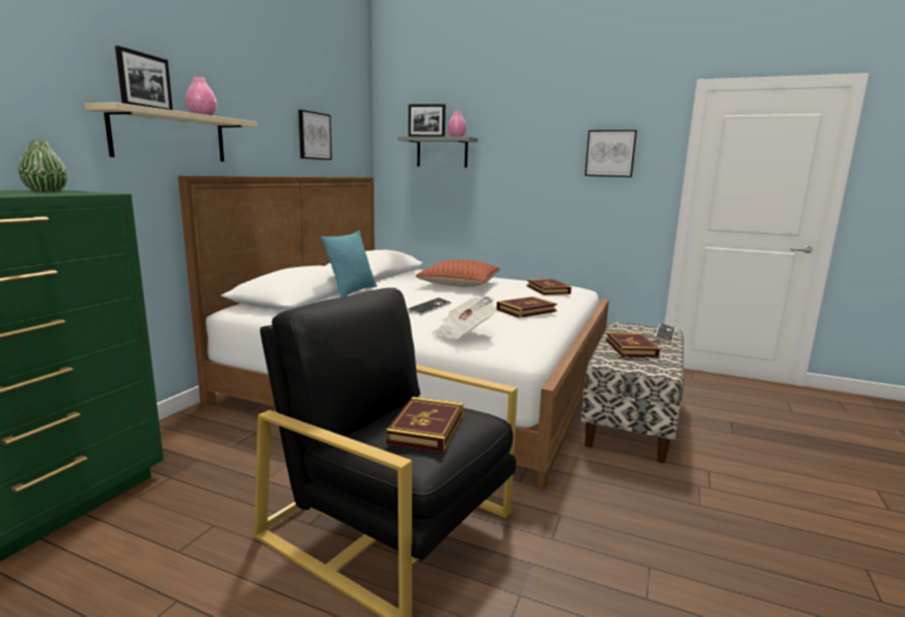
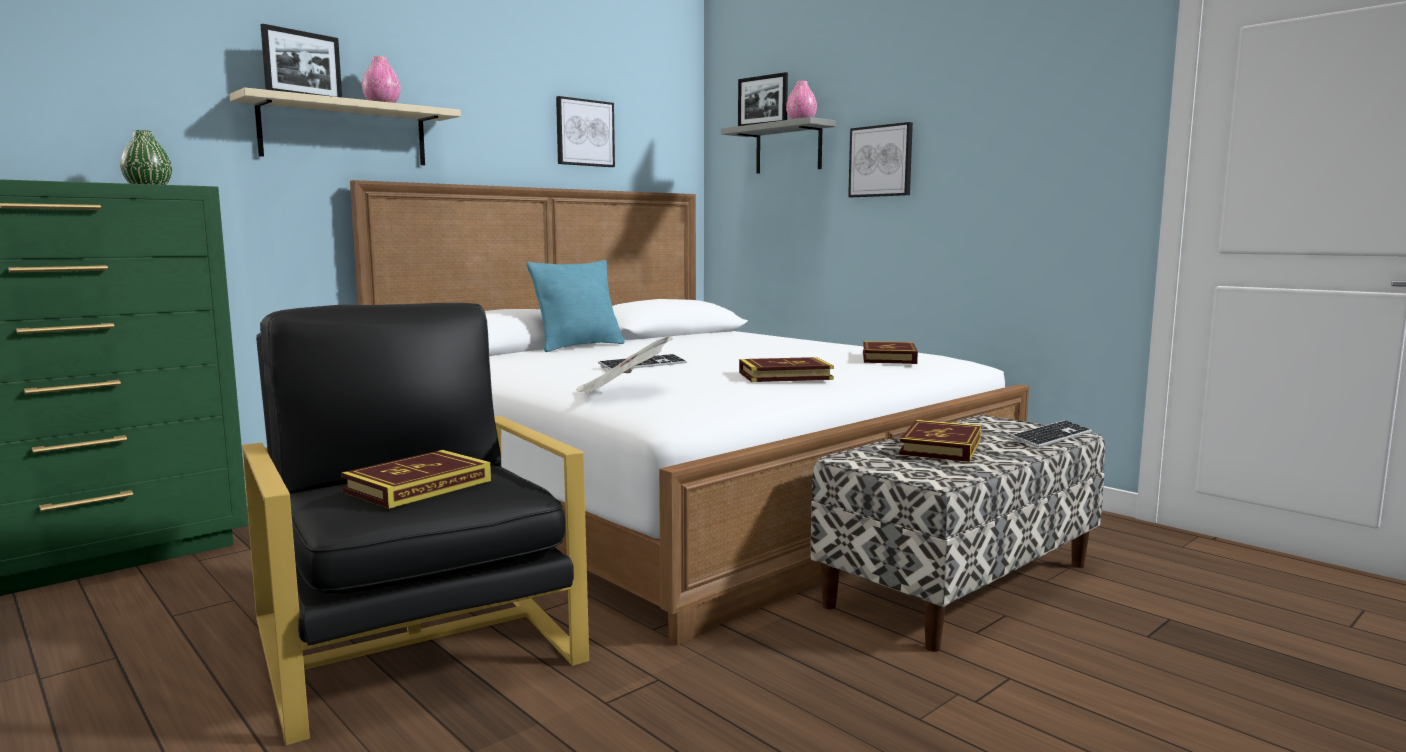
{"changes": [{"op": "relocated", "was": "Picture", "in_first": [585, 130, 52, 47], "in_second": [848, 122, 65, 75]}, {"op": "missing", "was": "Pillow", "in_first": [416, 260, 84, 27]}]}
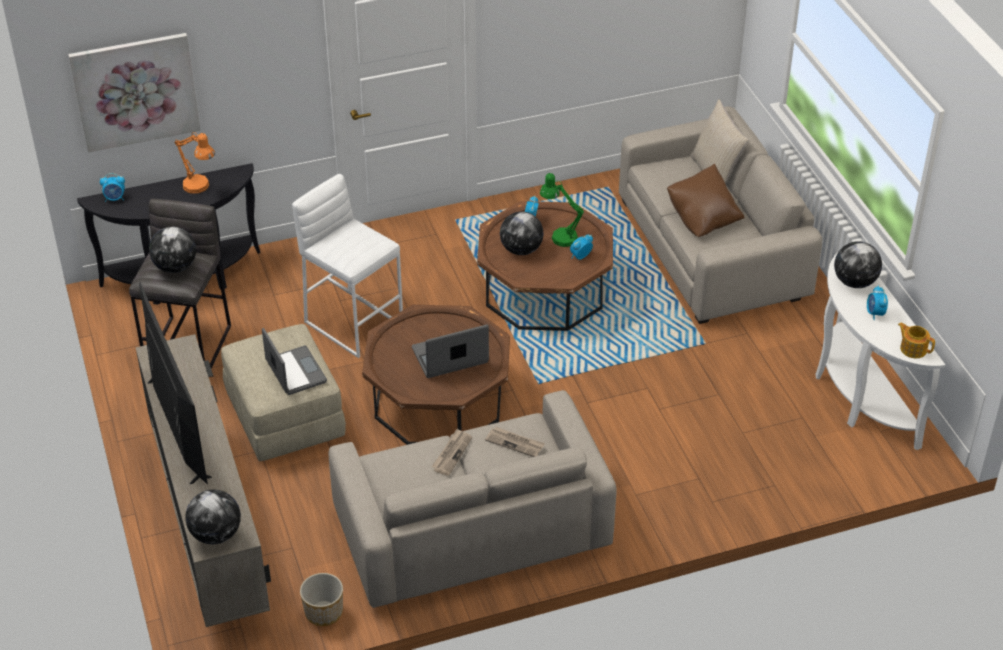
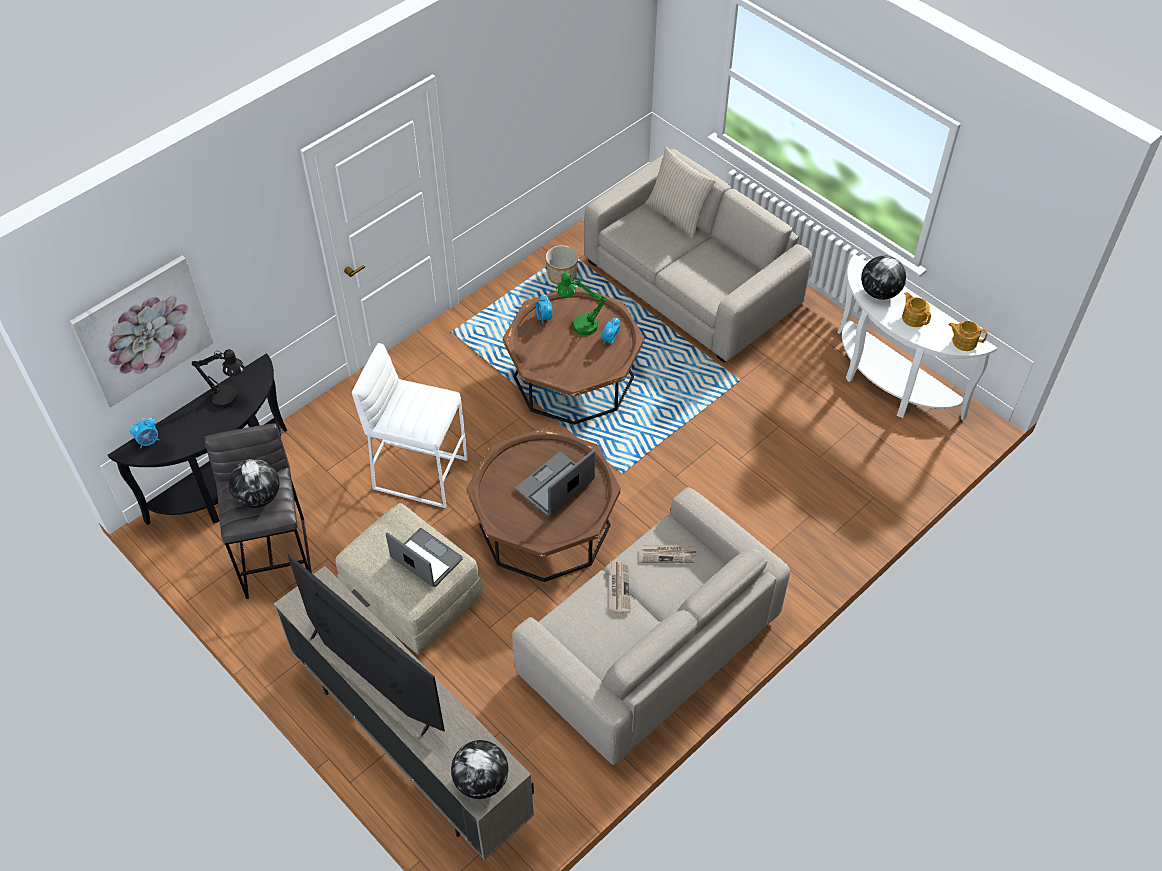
{"changes": [{"op": "colour", "was": "OrangeTableLamp", "now": "BlackTableLamp", "in_first": [174, 132, 41, 62], "in_second": [192, 349, 53, 60]}, {"op": "missing", "was": "BrownPillow", "in_first": [667, 164, 78, 73]}, {"op": "missing", "was": "Globe", "in_first": [500, 212, 44, 43]}, {"op": "exchanged", "was": "AlarmClock", "now": "Teapot", "in_first": [867, 285, 21, 35], "in_second": [902, 292, 29, 35]}, {"op": "relocated", "was": "Planter", "in_first": [300, 573, 43, 53], "in_second": [546, 245, 32, 40]}]}
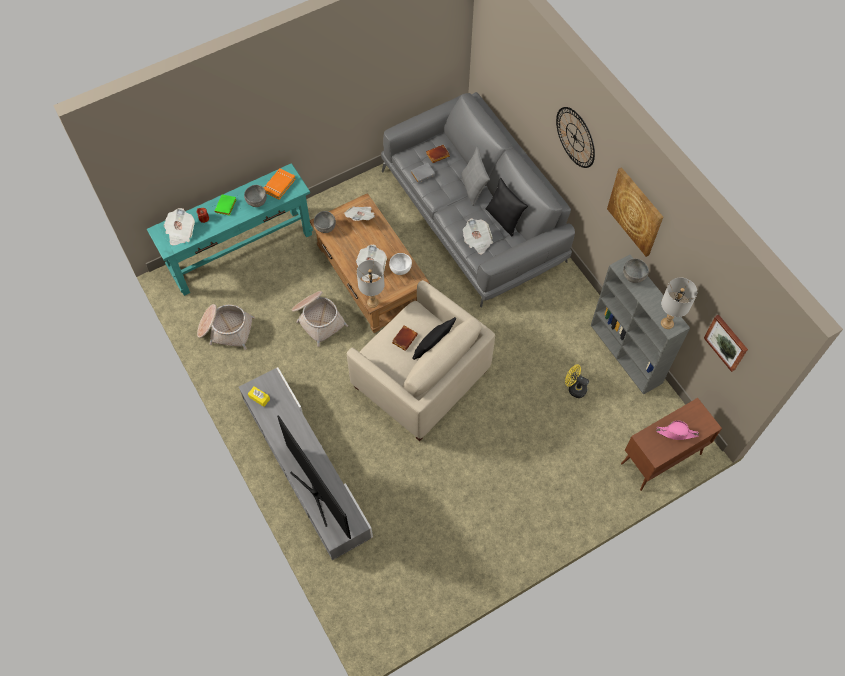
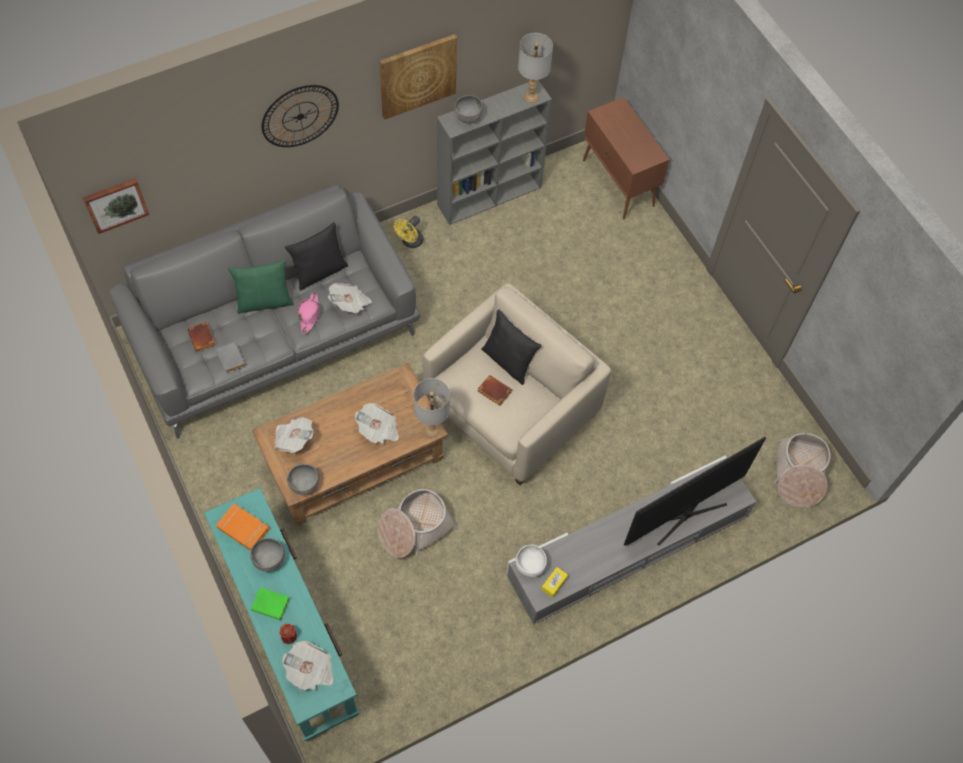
{"changes": [{"op": "colour", "was": "GreyPillow", "now": "GreenPillow", "in_first": [461, 146, 29, 60], "in_second": [228, 259, 66, 55]}, {"op": "relocated", "was": "WhiteBowl", "in_first": [389, 253, 23, 22], "in_second": [516, 544, 31, 33]}, {"op": "relocated", "was": "Basket", "in_first": [197, 304, 58, 46], "in_second": [773, 433, 58, 74]}, {"op": "relocated", "was": "Picture", "in_first": [704, 314, 44, 58], "in_second": [83, 178, 66, 56]}, {"op": "relocated", "was": "YellowFan", "in_first": [565, 364, 24, 34], "in_second": [394, 216, 30, 32]}, {"op": "relocated", "was": "PinkHat", "in_first": [656, 420, 43, 20], "in_second": [298, 293, 21, 41]}]}
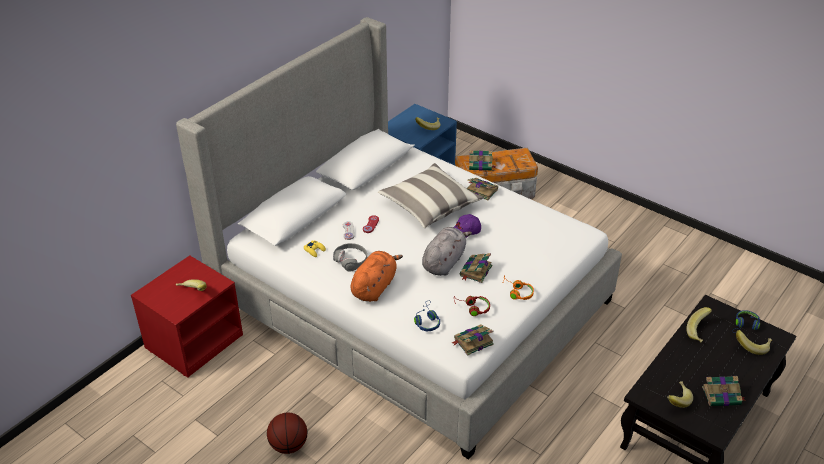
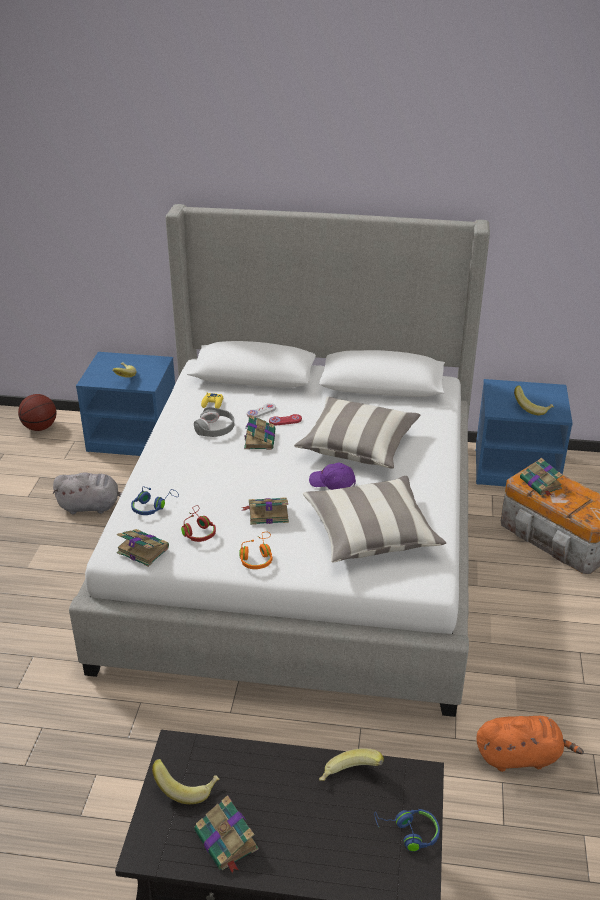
{"changes": [{"op": "relocated", "was": "Book", "in_first": [467, 178, 31, 22], "in_second": [244, 414, 31, 36]}, {"op": "relocated", "was": "GreyPlushToy", "in_first": [422, 227, 50, 49], "in_second": [53, 472, 69, 42]}, {"op": "relocated", "was": "OrangePlushToy", "in_first": [351, 251, 52, 51], "in_second": [476, 716, 108, 56]}, {"op": "colour", "was": "RedNightstand", "now": "BlueNightstand", "in_first": [131, 255, 112, 123], "in_second": [76, 352, 99, 104]}, {"op": "missing", "was": "Banana", "in_first": [736, 330, 36, 25]}, {"op": "relocated", "was": "Basketball", "in_first": [267, 413, 40, 41], "in_second": [18, 394, 38, 37]}, {"op": "appeared", "now": "Pillow", "in_second": [303, 476, 143, 87]}]}
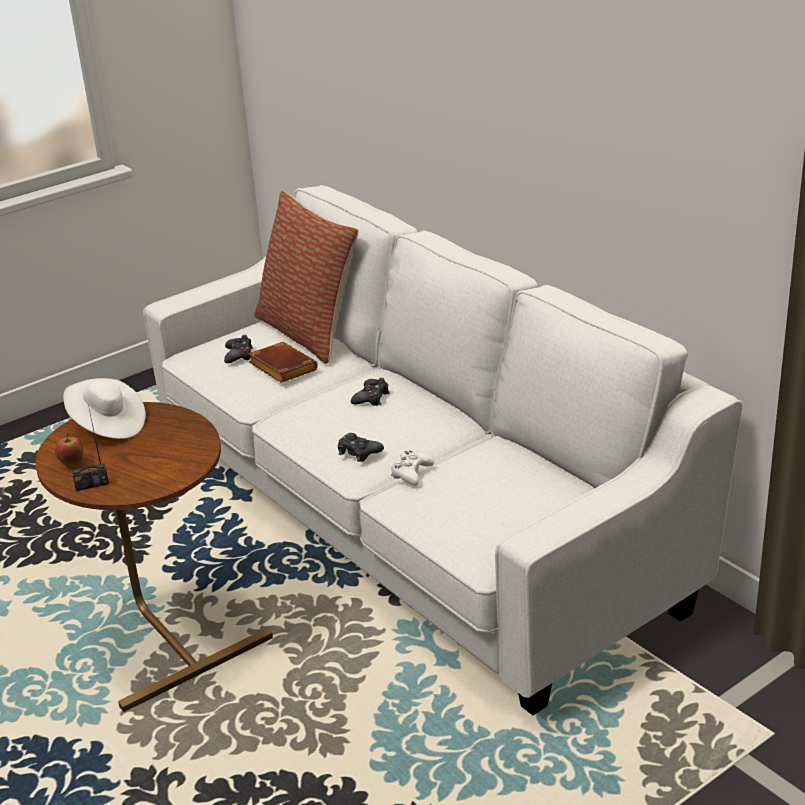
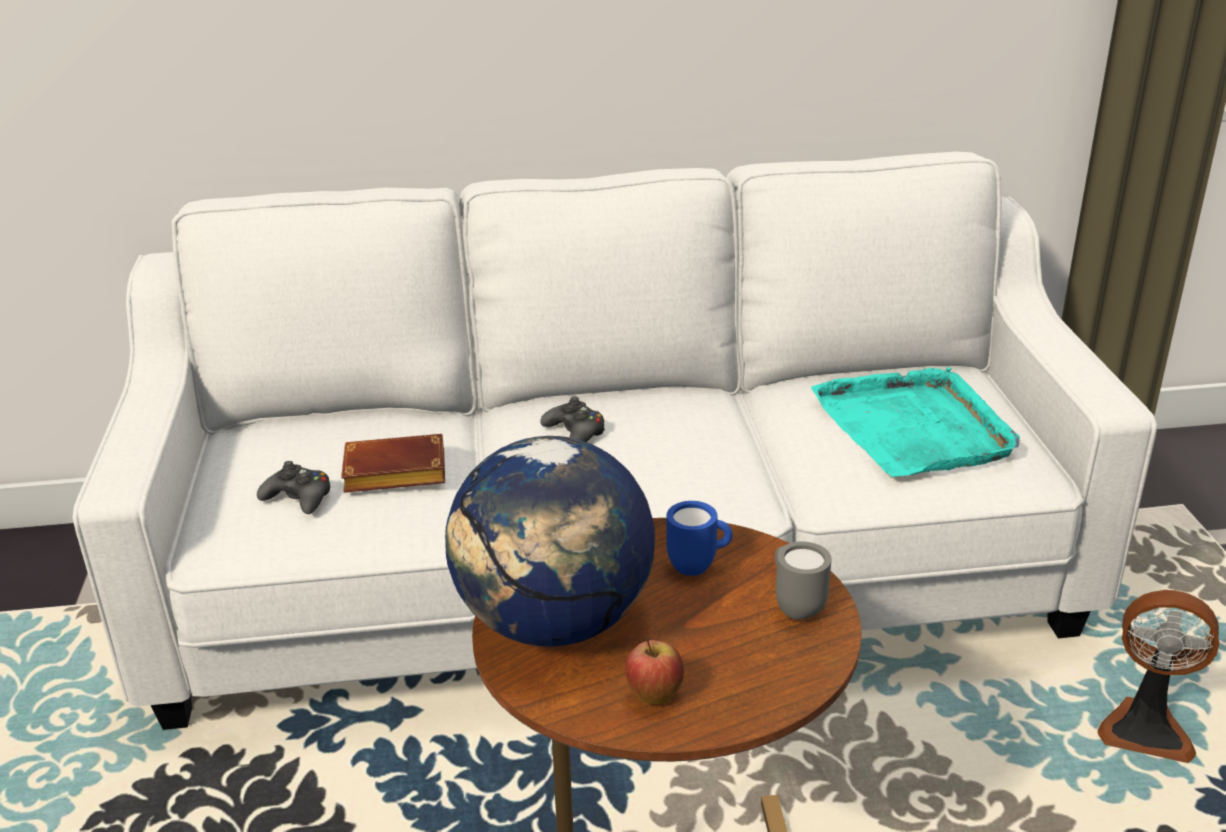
{"changes": [{"op": "missing", "was": "Pillow", "in_first": [254, 191, 105, 173]}, {"op": "exchanged", "was": "WhiteHat", "now": "Globe", "in_first": [63, 378, 83, 61], "in_second": [445, 436, 210, 211]}, {"op": "missing", "was": "Radio", "in_first": [72, 405, 37, 86]}, {"op": "missing", "was": "BlackGameController", "in_first": [338, 433, 46, 29]}, {"op": "missing", "was": "WhiteGameController", "in_first": [391, 451, 43, 34]}, {"op": "appeared", "now": "TurquoiseTray", "in_second": [811, 367, 209, 110]}, {"op": "appeared", "now": "BlueMug", "in_second": [667, 501, 66, 75]}, {"op": "appeared", "now": "GreyMug", "in_second": [775, 541, 56, 79]}, {"op": "appeared", "now": "Fan", "in_second": [1098, 590, 121, 173]}]}
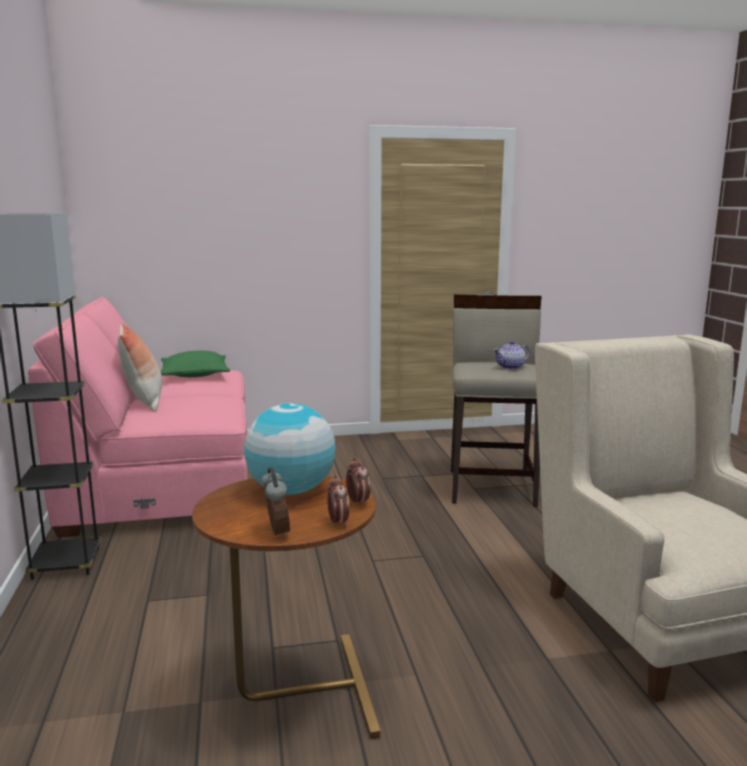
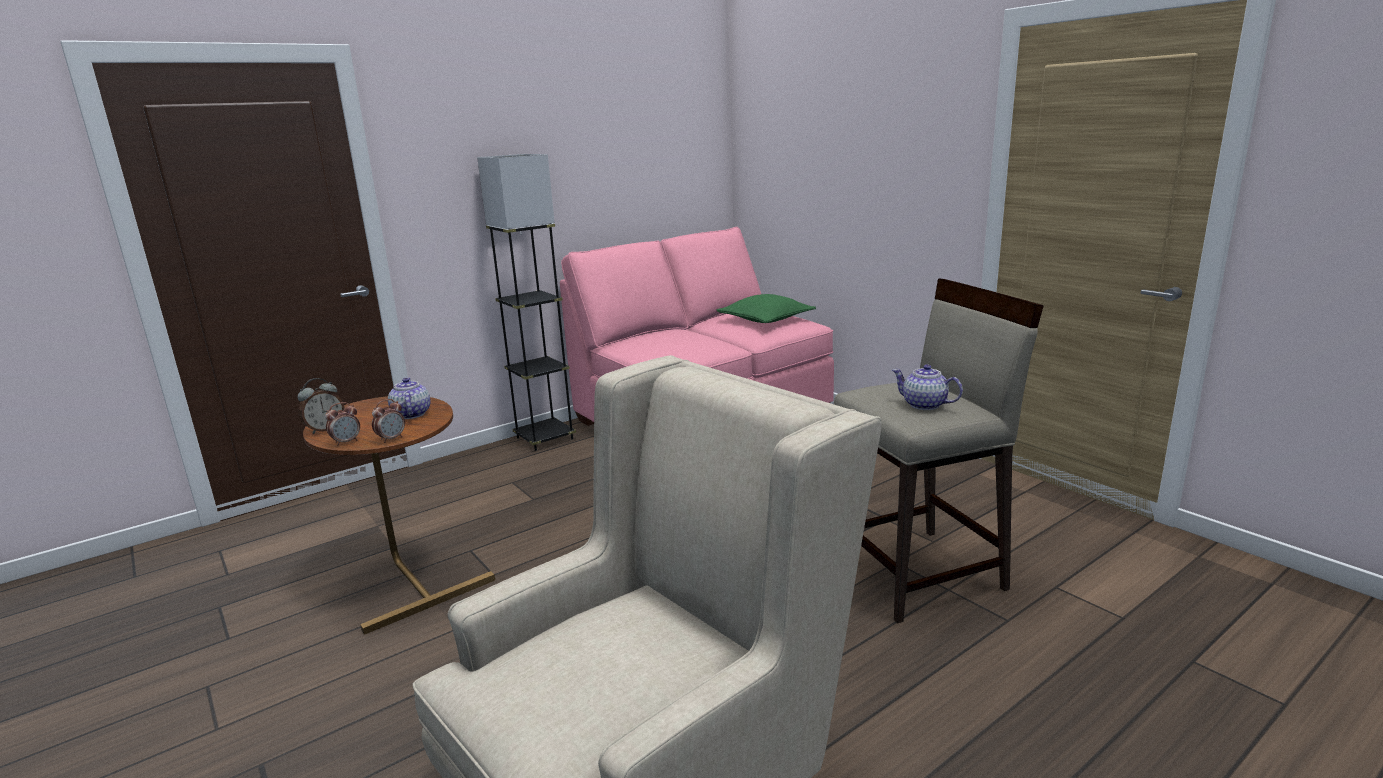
{"changes": [{"op": "missing", "was": "Pillow", "in_first": [118, 323, 44, 89]}, {"op": "exchanged", "was": "Globe", "now": "Teapot", "in_first": [244, 403, 92, 92], "in_second": [388, 378, 42, 41]}]}
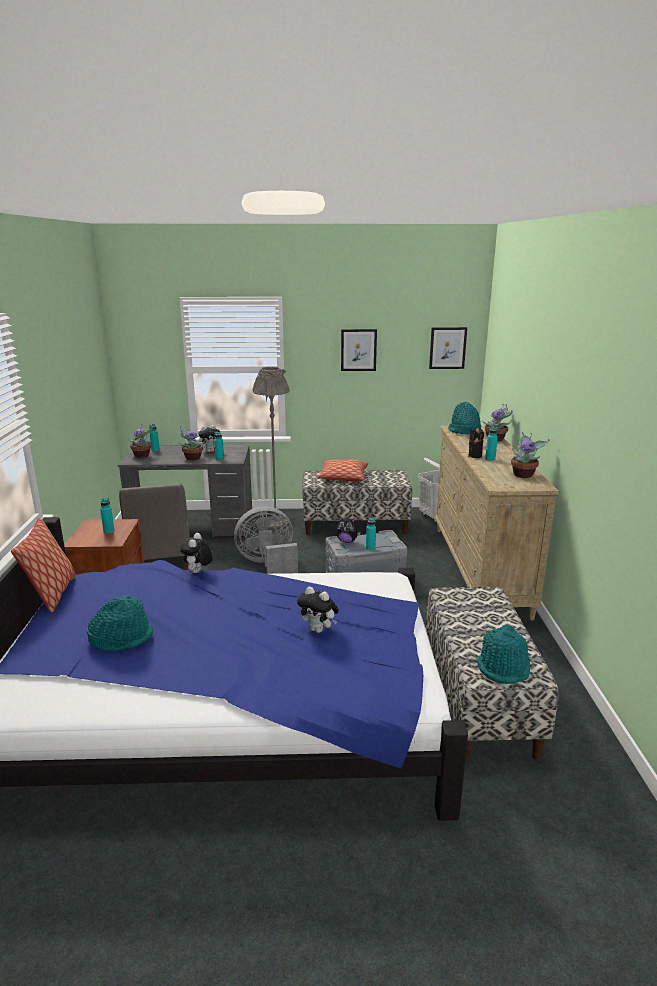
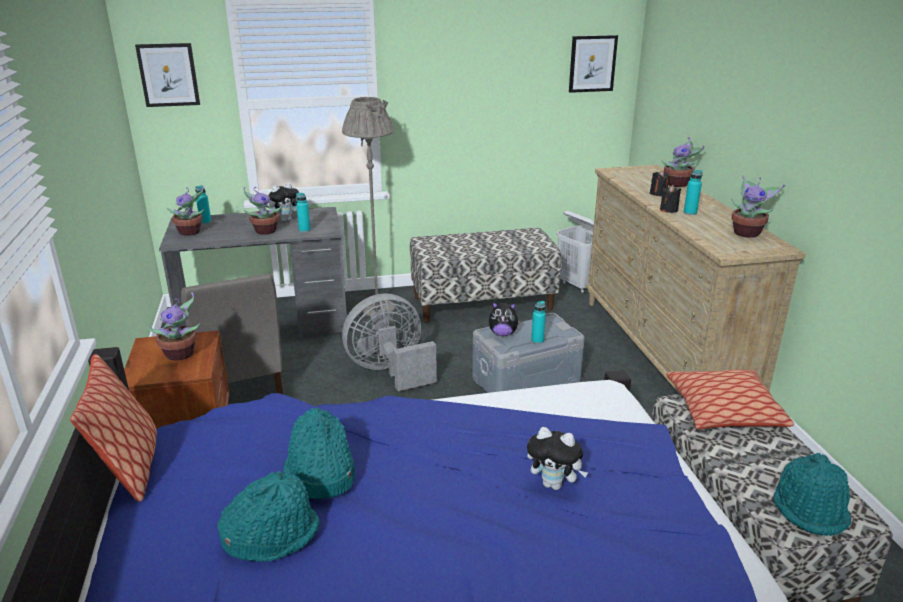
{"changes": [{"op": "relocated", "was": "Picture", "in_first": [341, 329, 36, 42], "in_second": [135, 43, 65, 64]}, {"op": "relocated", "was": "TurquoiseHat", "in_first": [448, 401, 33, 33], "in_second": [283, 408, 72, 91]}, {"op": "relocated", "was": "Pillow", "in_first": [317, 460, 51, 21], "in_second": [667, 370, 127, 59]}, {"op": "exchanged", "was": "TurquoiseBottle", "now": "PottedPlant", "in_first": [100, 498, 15, 36], "in_second": [147, 292, 53, 69]}, {"op": "missing", "was": "PlushToy", "in_first": [180, 533, 33, 40]}]}
